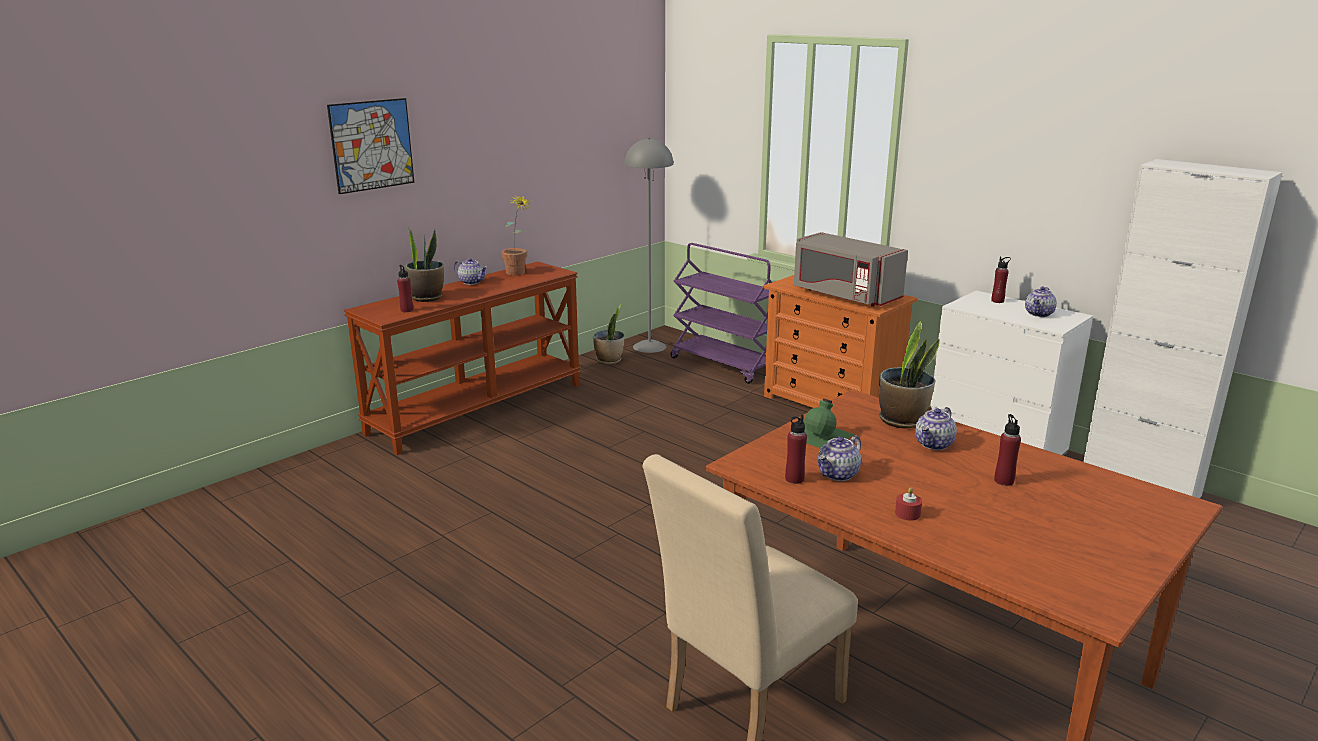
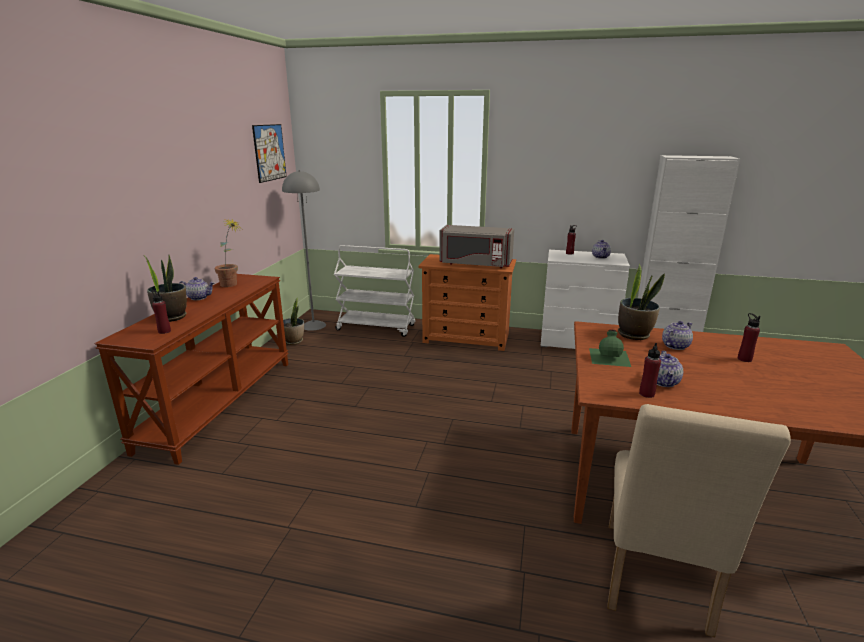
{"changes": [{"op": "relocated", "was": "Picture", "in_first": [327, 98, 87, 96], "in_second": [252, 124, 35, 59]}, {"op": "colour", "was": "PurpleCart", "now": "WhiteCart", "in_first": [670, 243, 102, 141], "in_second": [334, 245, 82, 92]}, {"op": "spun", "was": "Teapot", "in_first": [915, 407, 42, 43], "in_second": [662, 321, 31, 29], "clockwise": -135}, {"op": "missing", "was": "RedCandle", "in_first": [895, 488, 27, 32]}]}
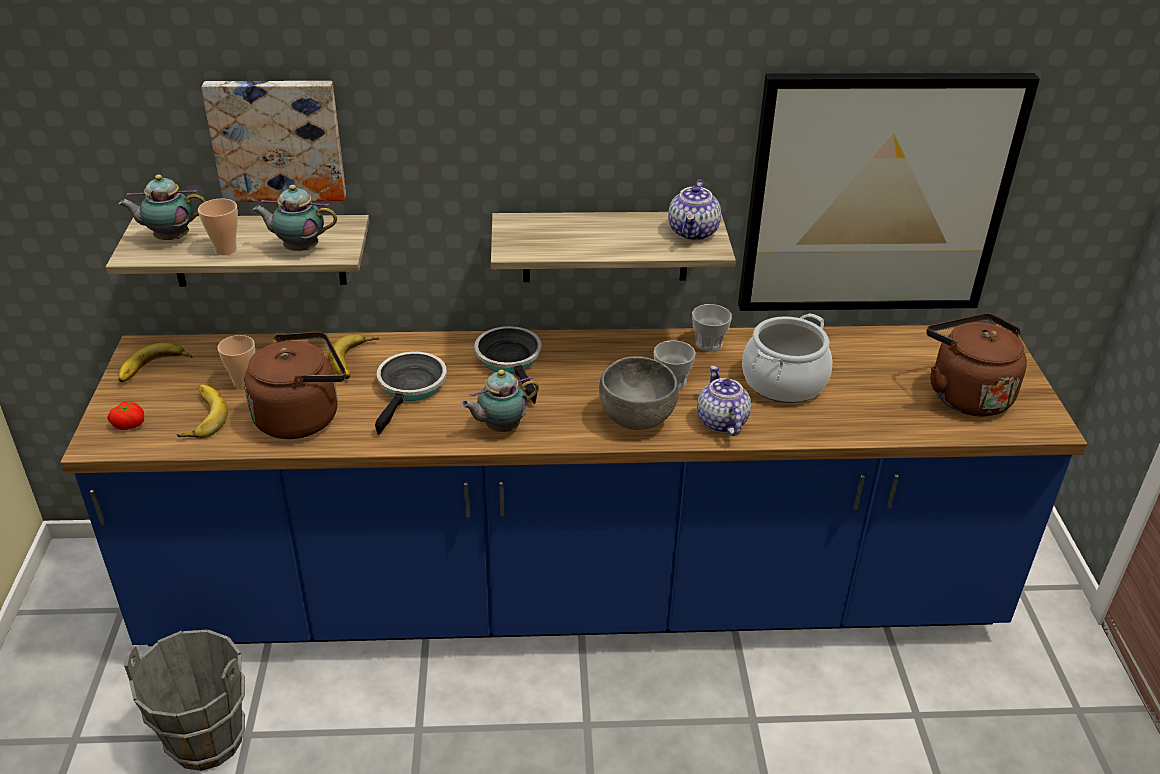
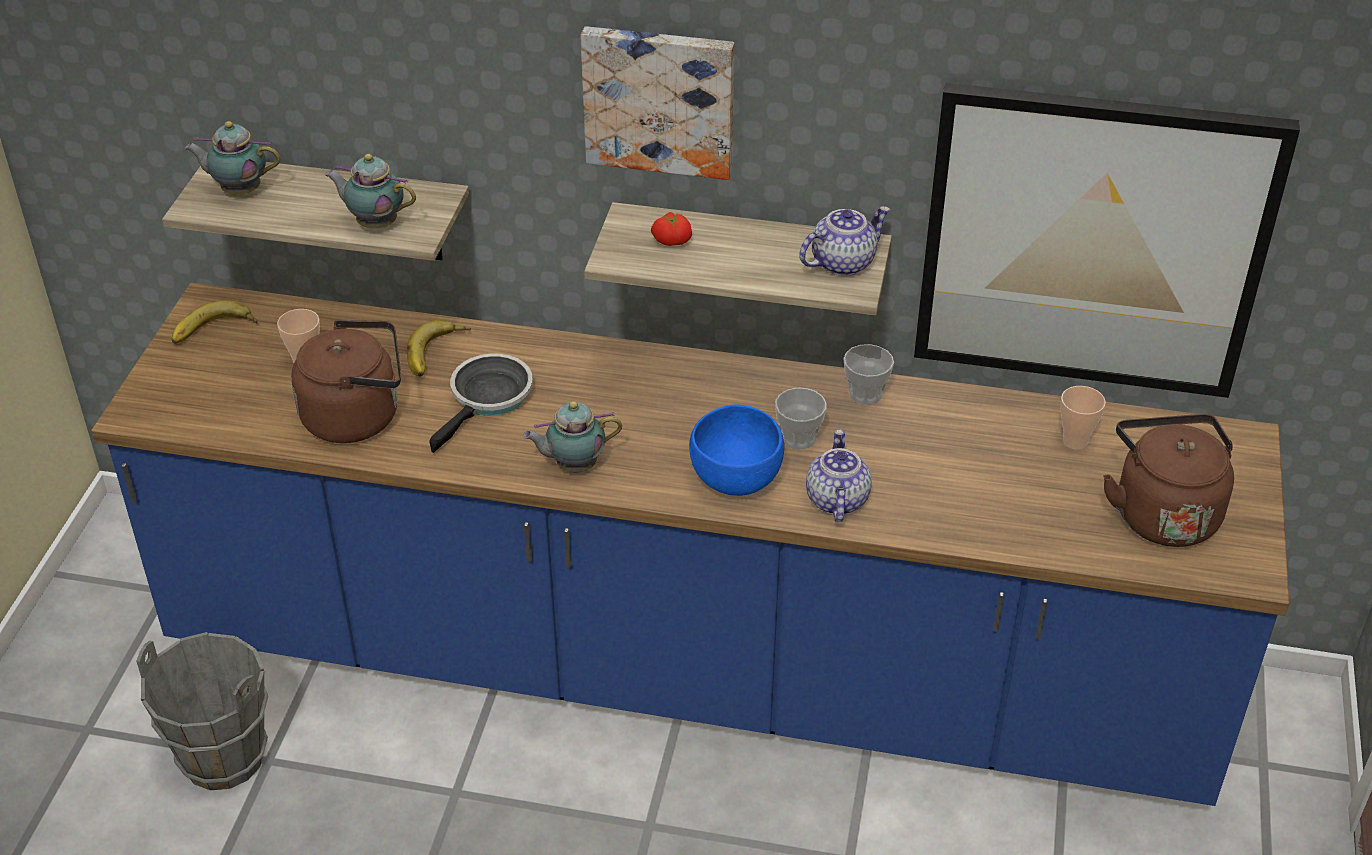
{"changes": [{"op": "relocated", "was": "Picture", "in_first": [201, 81, 145, 121], "in_second": [580, 26, 155, 154]}, {"op": "spun", "was": "Teapot", "in_first": [668, 180, 53, 61], "in_second": [799, 206, 91, 70], "clockwise": -150}, {"op": "relocated", "was": "Cup", "in_first": [198, 199, 40, 56], "in_second": [1061, 386, 45, 64]}, {"op": "missing", "was": "CookingPot", "in_first": [742, 313, 90, 90]}, {"op": "missing", "was": "FryingPan", "in_first": [474, 326, 68, 78]}, {"op": "colour", "was": "GreyBowl", "now": "BlueBowl", "in_first": [599, 356, 80, 74], "in_second": [689, 405, 95, 91]}, {"op": "missing", "was": "Banana", "in_first": [176, 385, 52, 54]}, {"op": "relocated", "was": "Tomato", "in_first": [107, 401, 37, 29], "in_second": [651, 212, 41, 34]}]}
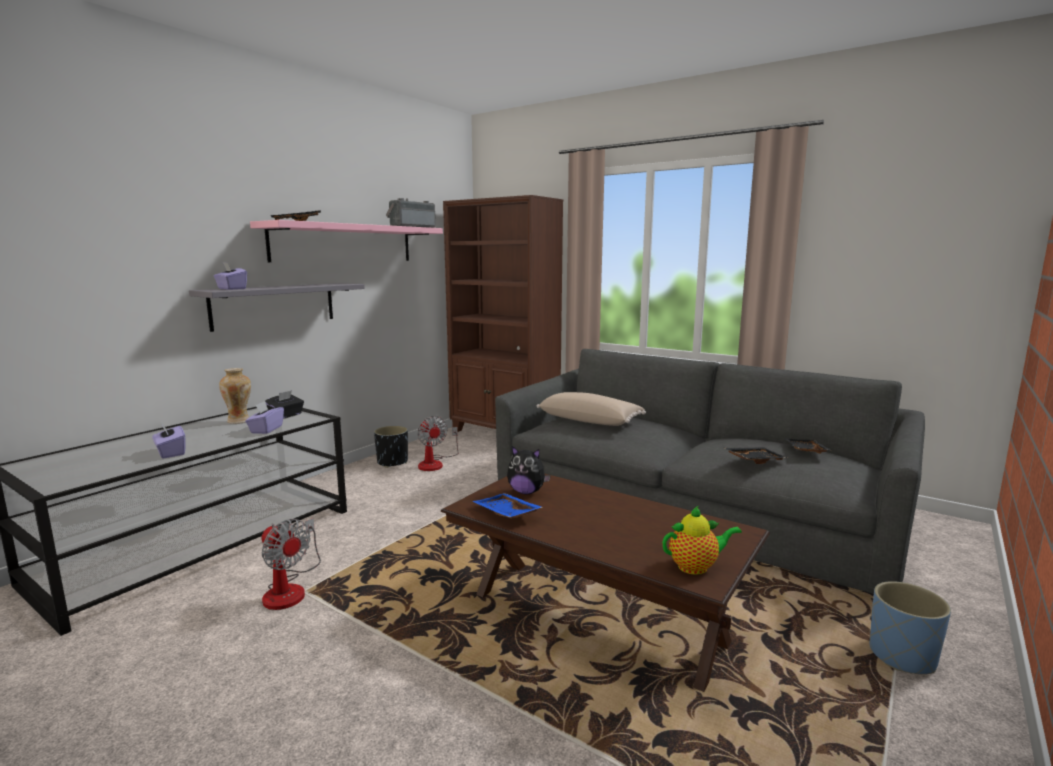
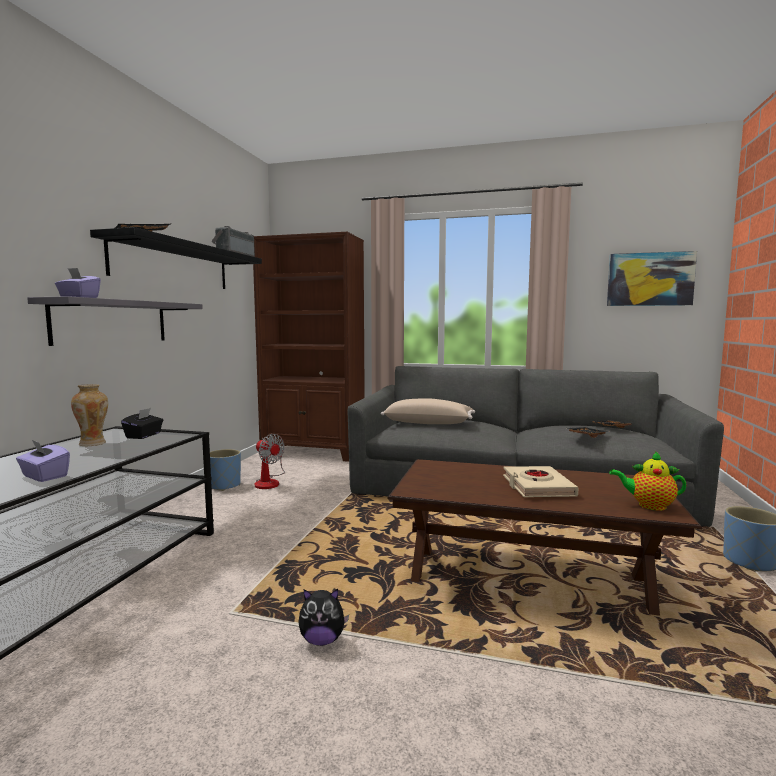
{"changes": [{"op": "colour", "was": "PinkShelf", "now": "BlackShelf", "in_first": [250, 220, 193, 42], "in_second": [90, 227, 172, 62]}, {"op": "missing", "was": "PurpleTissueBox", "in_first": [245, 401, 39, 33]}, {"op": "colour", "was": "BlackPlanter", "now": "BluePlanter", "in_first": [374, 426, 34, 42], "in_second": [210, 449, 31, 42]}, {"op": "relocated", "was": "PlushToy", "in_first": [507, 446, 44, 48], "in_second": [299, 589, 50, 57]}, {"op": "missing", "was": "BlueTray", "in_first": [473, 493, 70, 26]}, {"op": "spun", "was": "Teapot", "in_first": [662, 506, 80, 69], "in_second": [609, 451, 78, 60], "clockwise": -135}, {"op": "missing", "was": "Fan", "in_first": [261, 518, 60, 92]}, {"op": "appeared", "now": "Picture", "in_second": [607, 251, 90, 55]}, {"op": "appeared", "now": "BeigeBook", "in_second": [503, 466, 75, 31]}]}
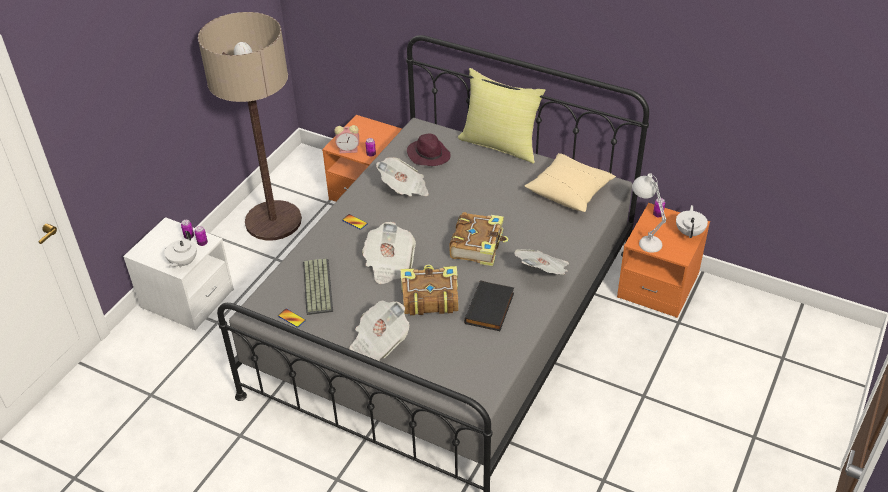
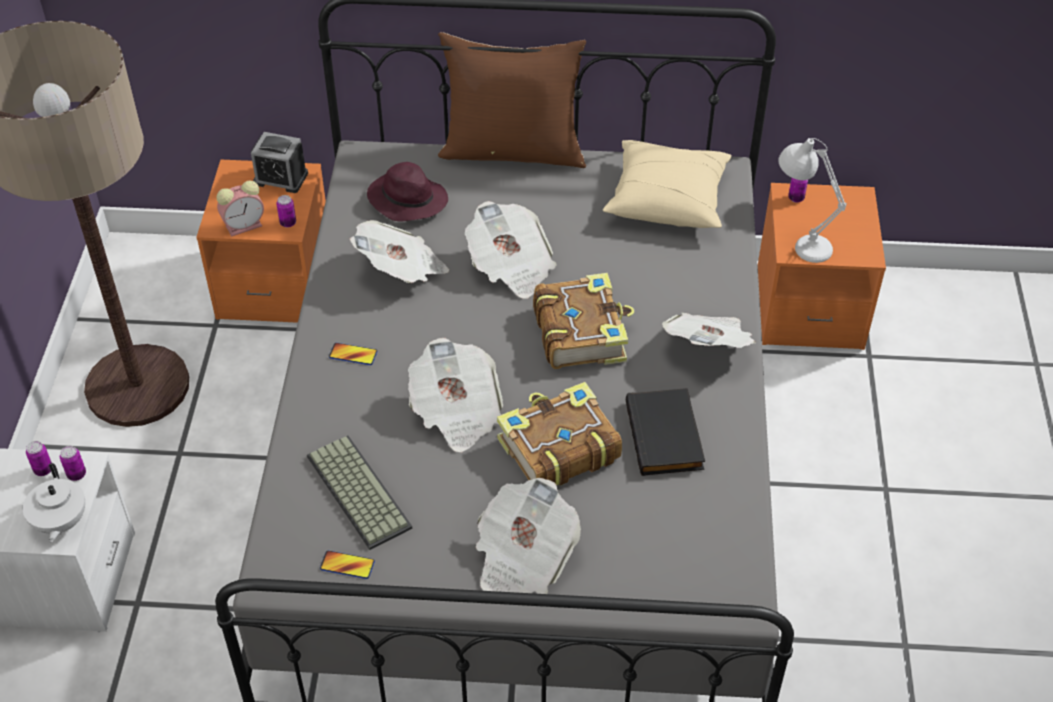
{"changes": [{"op": "colour", "was": "YellowPillow", "now": "BrownPillow", "in_first": [458, 68, 88, 96], "in_second": [438, 32, 148, 136]}, {"op": "missing", "was": "WhiteTeapot", "in_first": [676, 205, 32, 33]}, {"op": "appeared", "now": "AlarmClock", "in_second": [251, 132, 57, 61]}, {"op": "appeared", "now": "Newspaper", "in_second": [465, 201, 92, 98]}]}
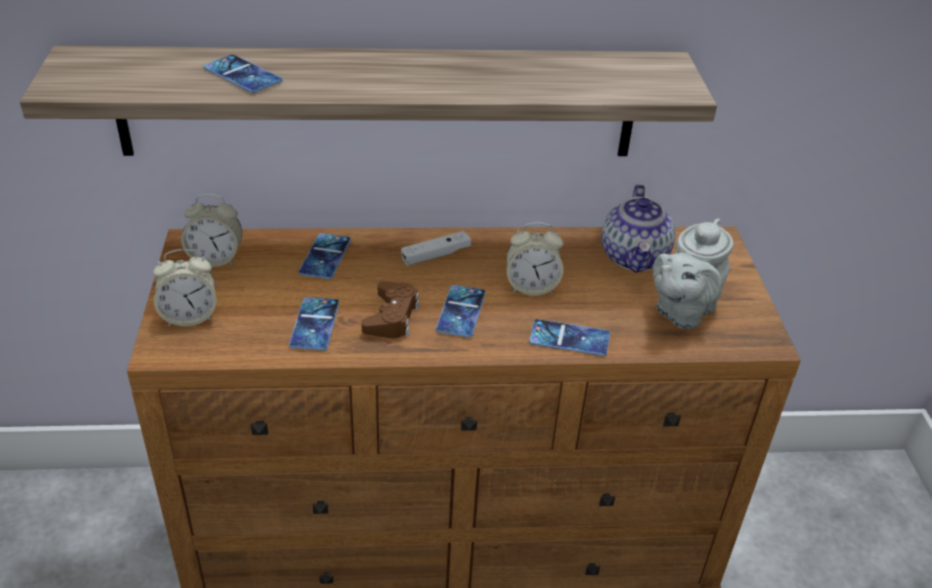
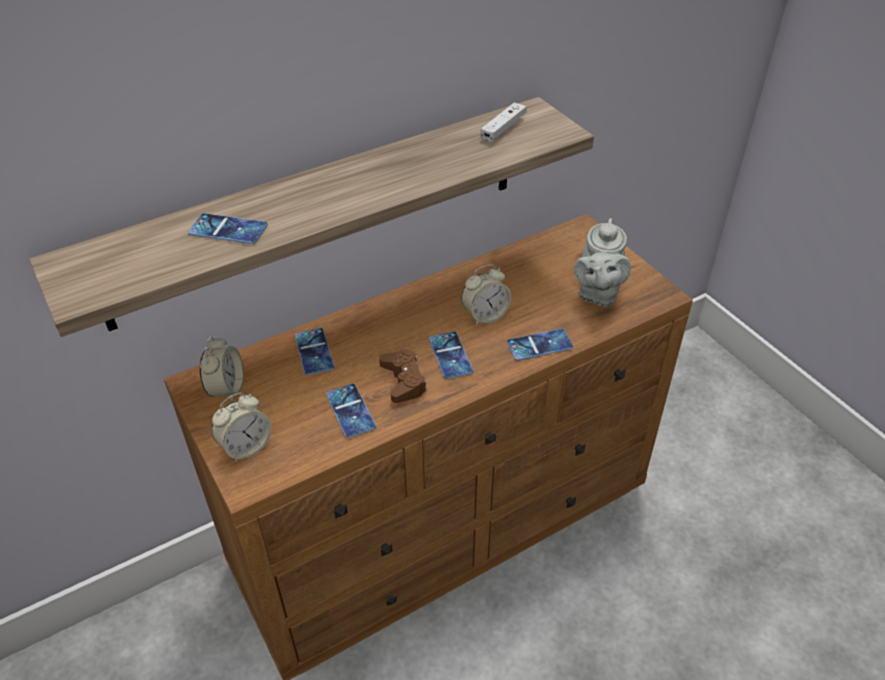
{"changes": [{"op": "missing", "was": "Teapot", "in_first": [602, 184, 73, 89]}, {"op": "spun", "was": "AlarmClock", "in_first": [181, 194, 61, 73], "in_second": [200, 336, 44, 66], "clockwise": -60}, {"op": "relocated", "was": "WhiteGameController", "in_first": [401, 231, 70, 35], "in_second": [481, 102, 45, 41]}]}
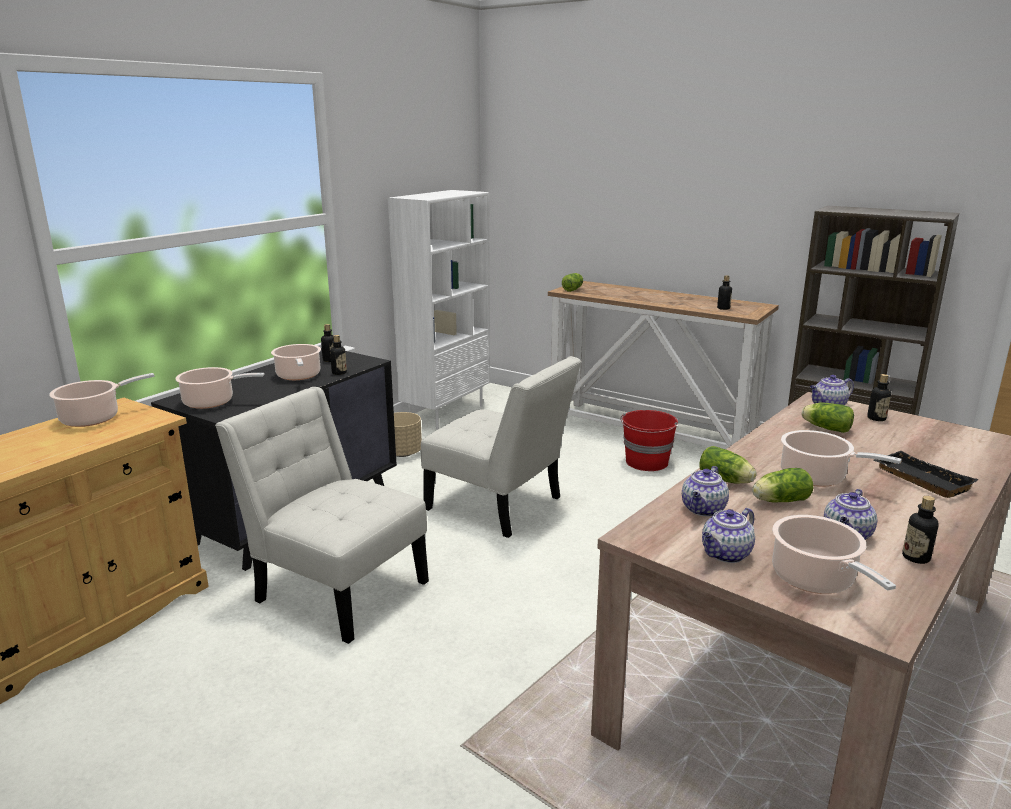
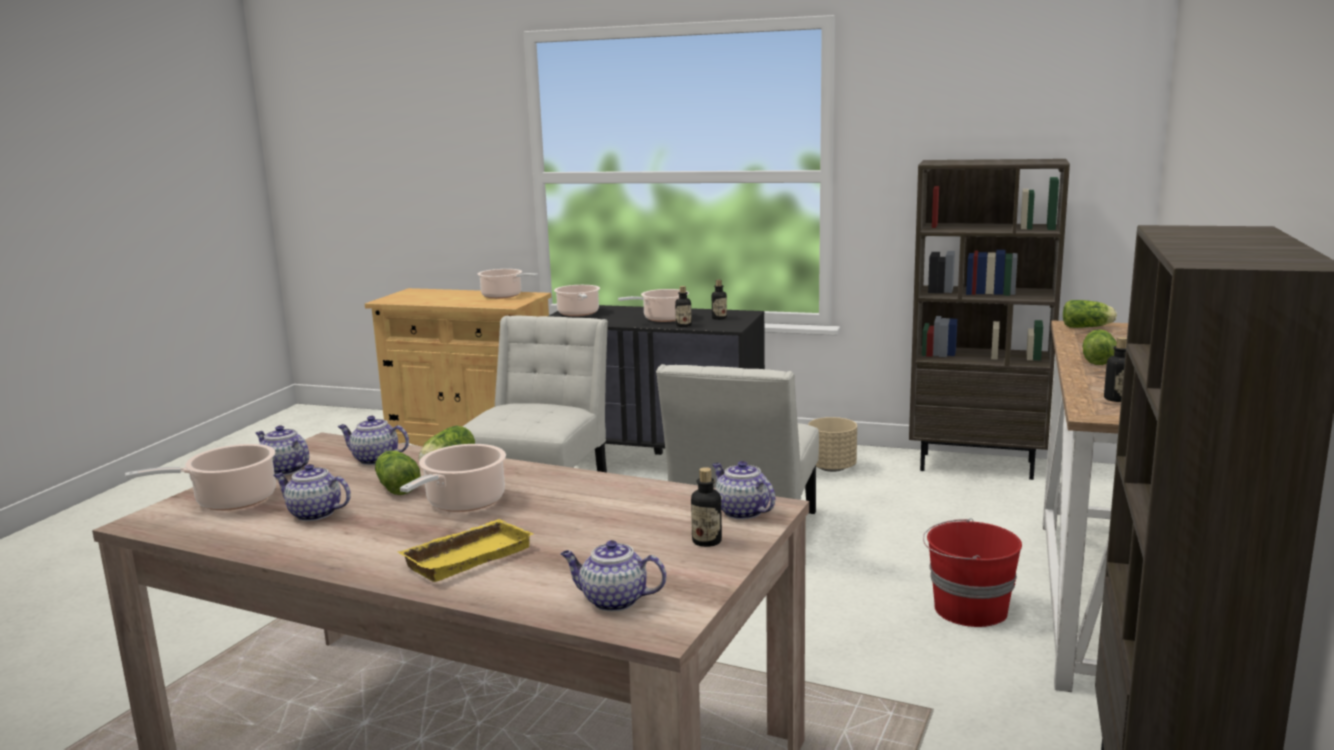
{"changes": [{"op": "colour", "was": "WhiteBookcase", "now": "BrownBookcase", "in_first": [388, 190, 102, 239], "in_second": [909, 159, 161, 321]}, {"op": "relocated", "was": "Lettuce", "in_first": [802, 403, 52, 30], "in_second": [1082, 329, 35, 36]}, {"op": "colour", "was": "BlackTray", "now": "YellowTray", "in_first": [874, 451, 105, 47], "in_second": [398, 519, 135, 63]}, {"op": "missing", "was": "Bottle", "in_first": [902, 496, 37, 68]}, {"op": "appeared", "now": "Teapot", "in_second": [561, 540, 105, 72]}]}
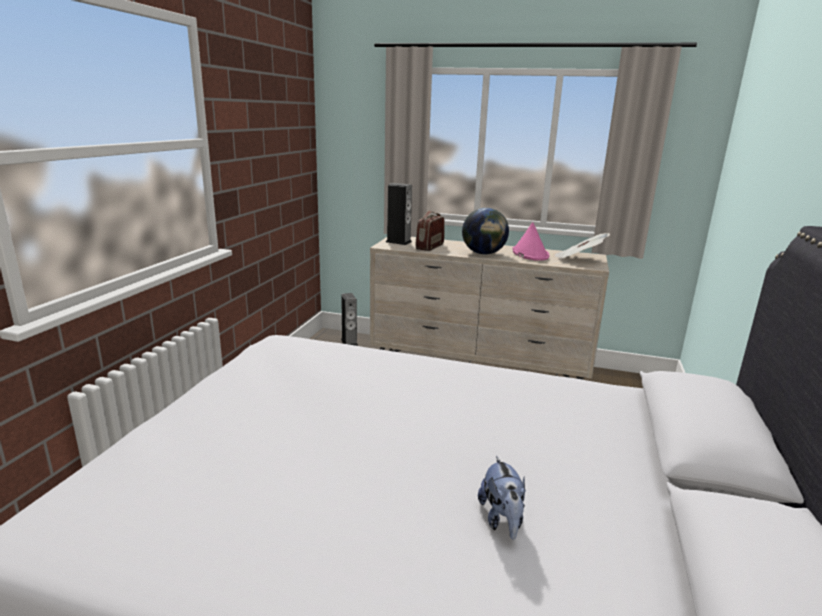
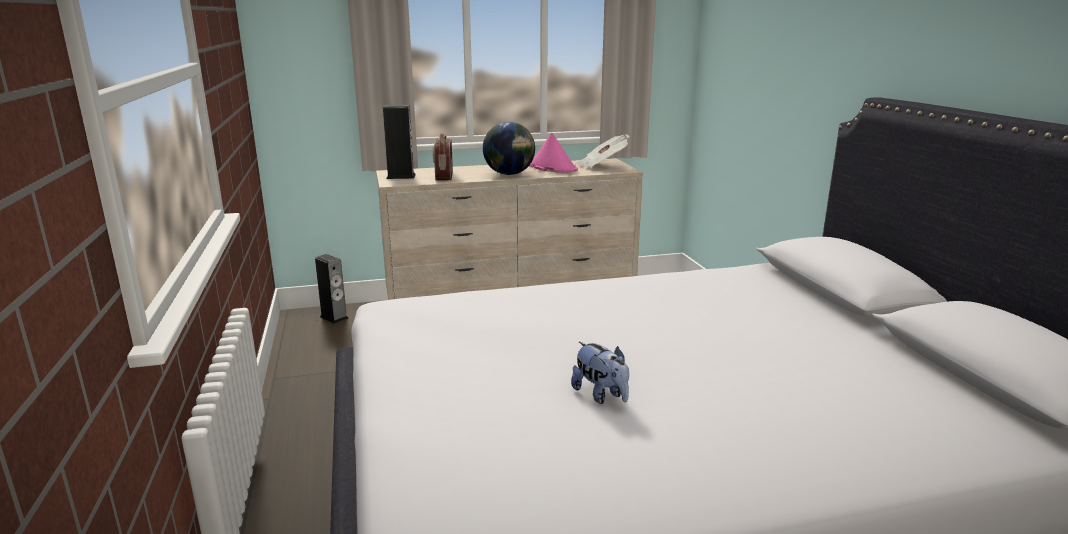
{"changes": [{"op": "relocated", "was": "PlushToy", "in_first": [478, 456, 48, 84], "in_second": [571, 342, 58, 62]}]}
